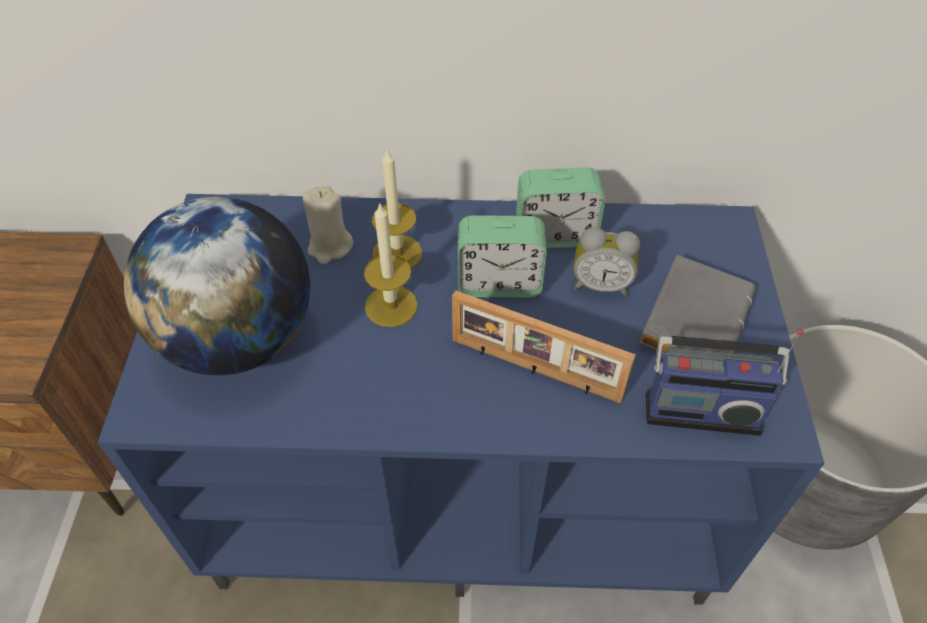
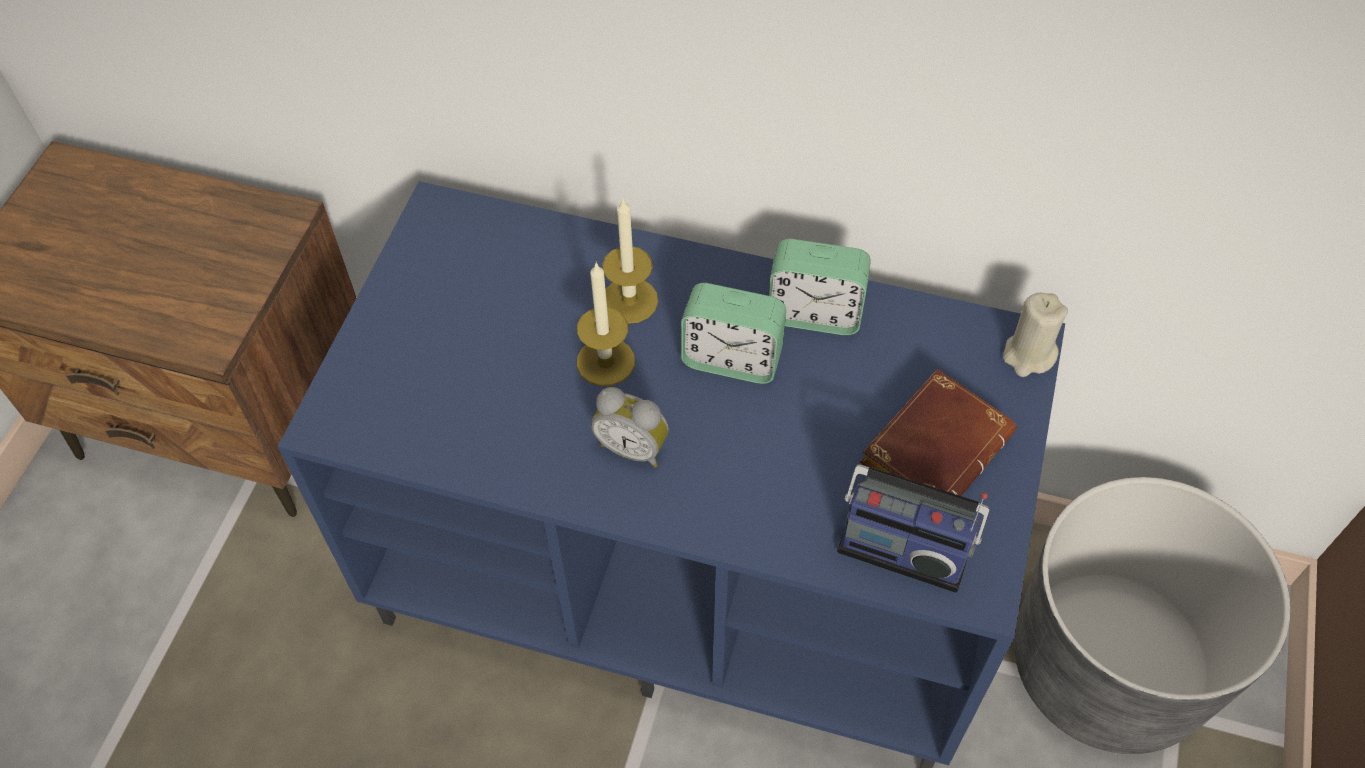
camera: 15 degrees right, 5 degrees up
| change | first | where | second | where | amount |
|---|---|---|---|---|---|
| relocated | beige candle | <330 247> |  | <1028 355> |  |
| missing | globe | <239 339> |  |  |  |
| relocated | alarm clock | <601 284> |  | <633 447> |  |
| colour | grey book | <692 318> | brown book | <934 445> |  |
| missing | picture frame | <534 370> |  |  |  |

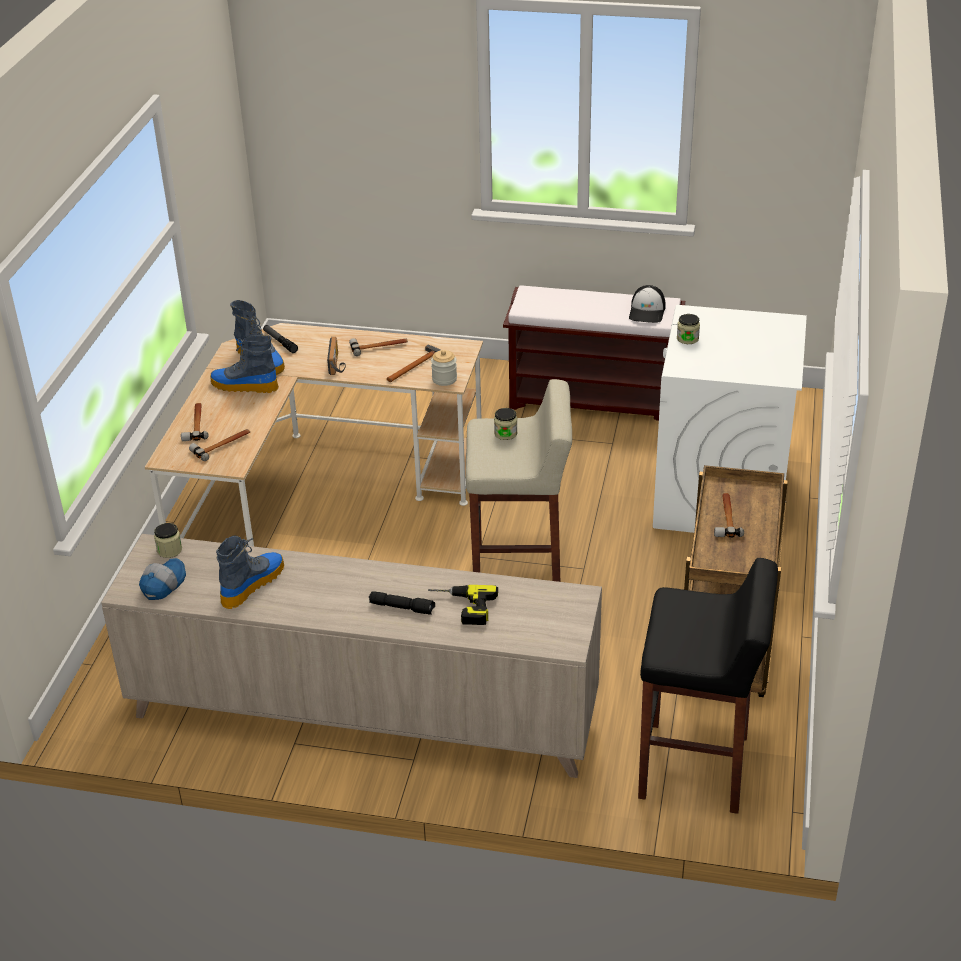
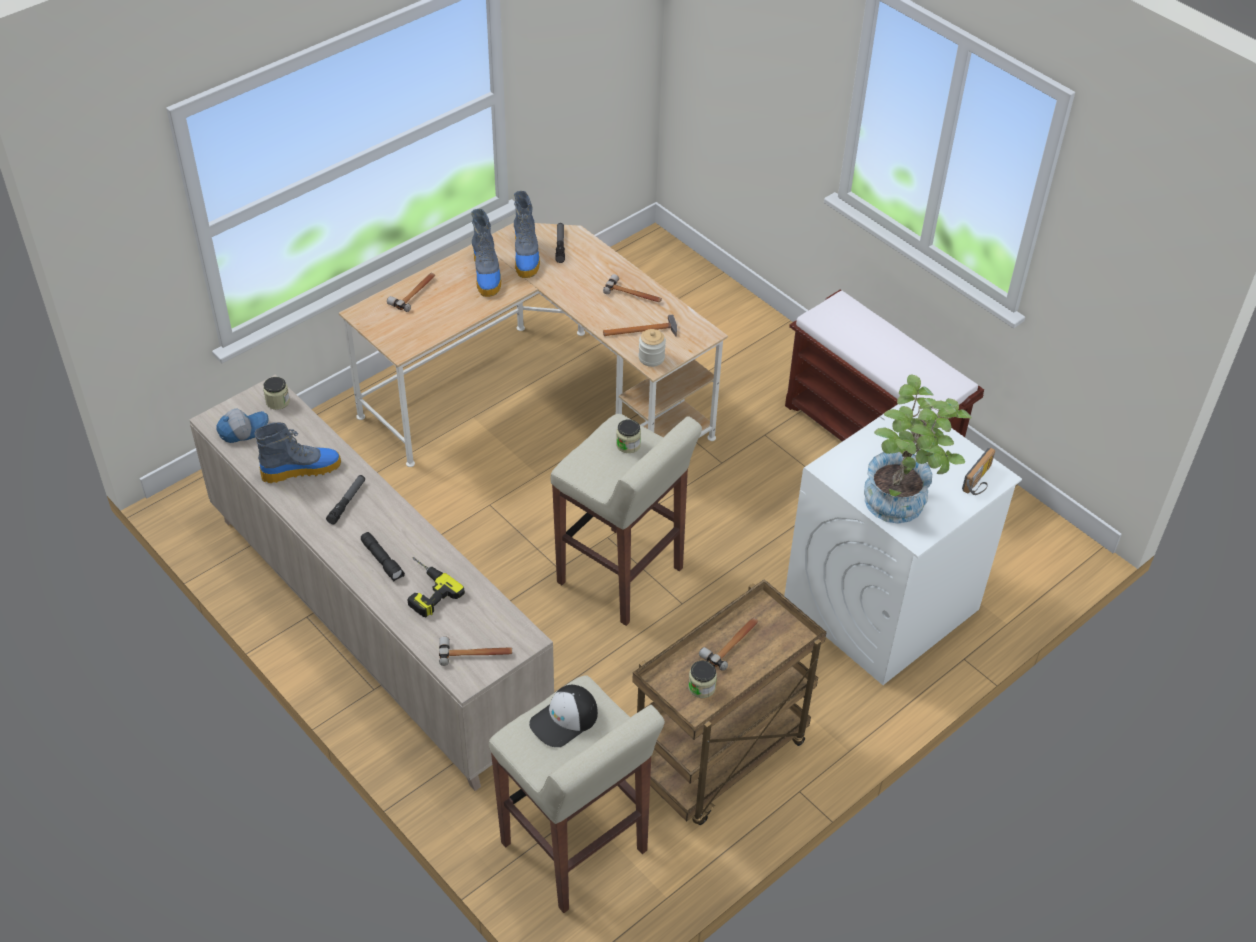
camera: 35 degrees right, 10 degrees up
| change | first | where | second | where | amount |
|---|---|---|---|---|---|
| relocated | cap | <647 311> |  | <564 720> |  |
| relocated | jar | <687 338> |  | <701 687> |  |
| spun | boot | <243 386> |  | <487 275> | 150 degrees counterclockwise |
| relocated | radio | <337 364> |  | <980 481> |  |
| relocated | hammer | <222 445> |  | <475 653> |  |
| colour | black stool | <696 768> | beige stool | <575 849> |  |
| appeared |  |  | potted plant | <903 505> |  |
| appeared |  |  | flashlight | <347 502> |  |

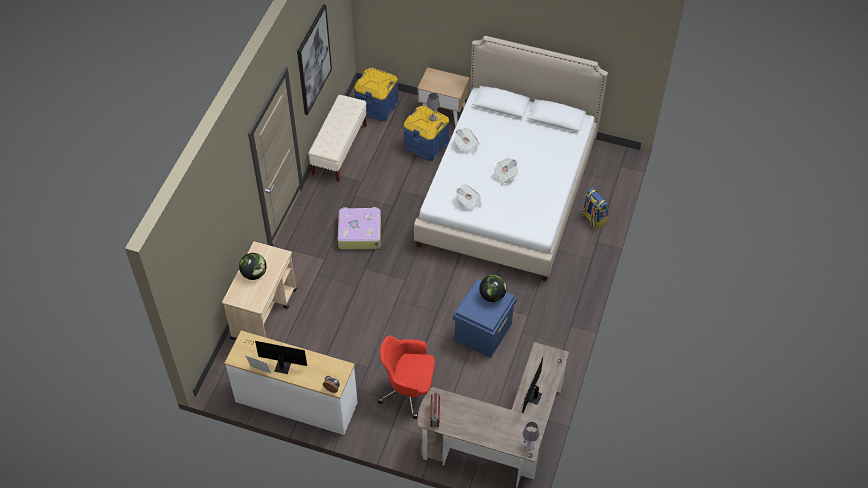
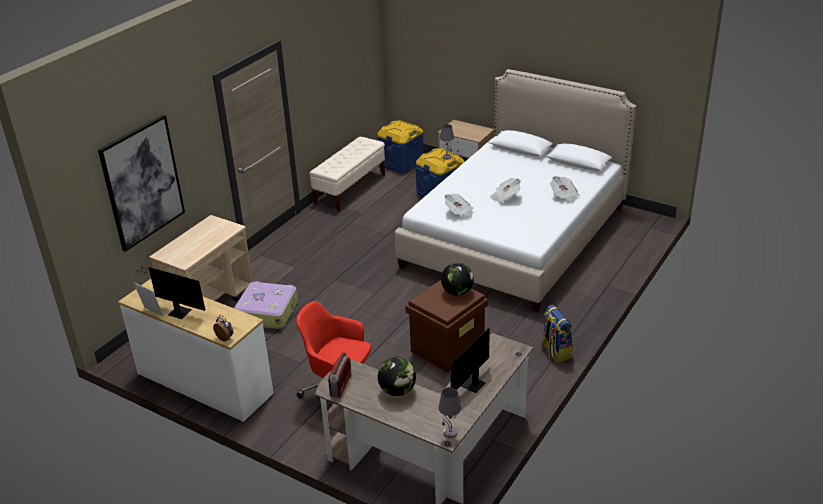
camera: 15 degrees right, 20 degrees down
| change | first | where | second | where | amount |
|---|---|---|---|---|---|
| relocated | picture | <313 60> |  | <142 182> |  |
| relocated | newspaper | <467 146> |  | <564 196> |  |
| relocated | backpack | <593 218> |  | <555 351> |  |
| relocated | suitcase | <359 232> |  | <267 312> |  |
| relocated | globe | <254 274> |  | <397 390> |  |
| colour | blue storage box | <483 331> | brown storage box | <447 348> |  |

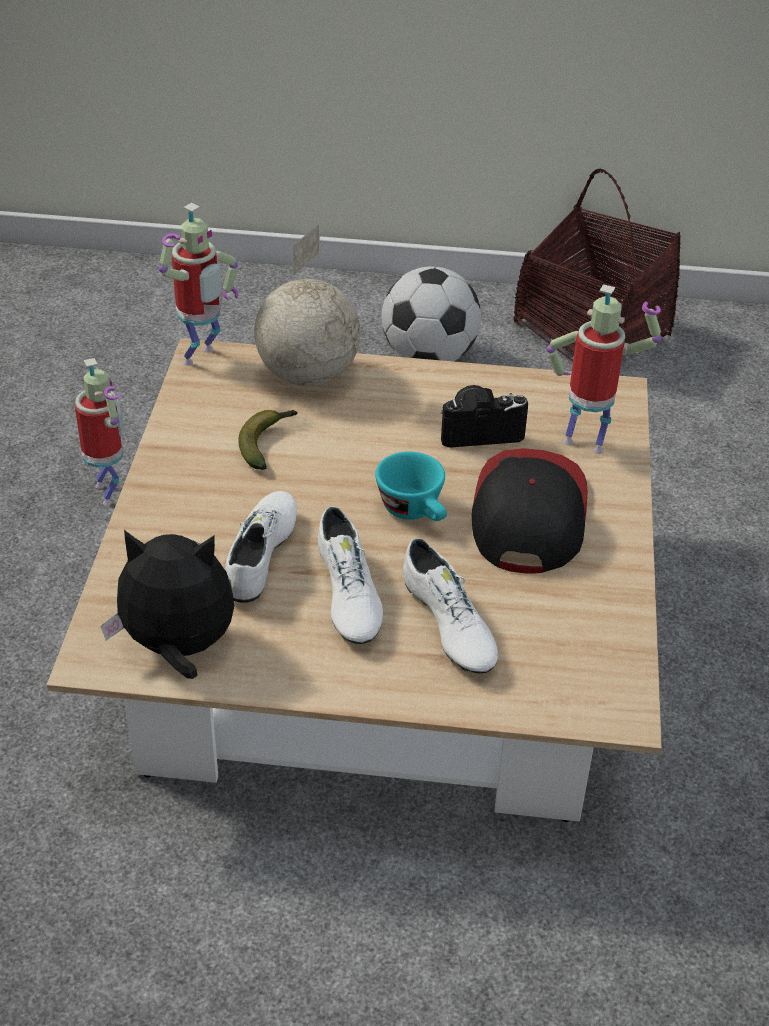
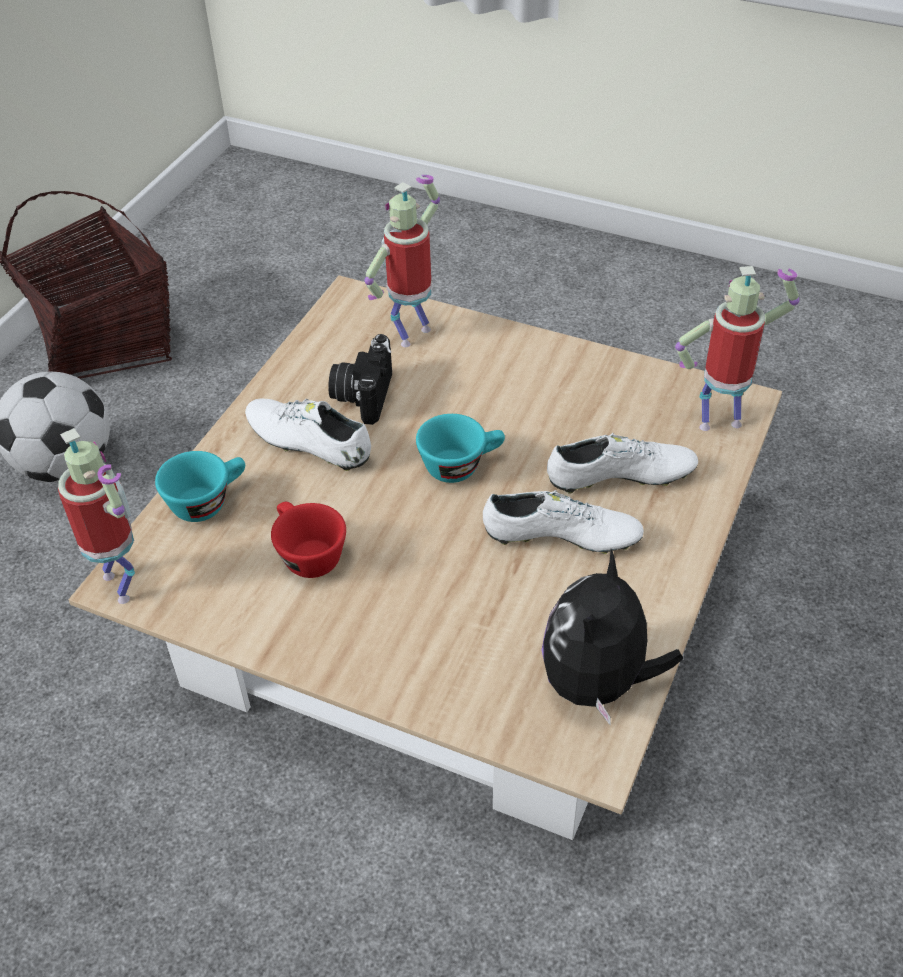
camera: 70 degrees left, 5 degrees up
| change | first | where | second | where | amount |
|---|---|---|---|---|---|
| exchanged | globe | <306 376> | turquoise cup | <207 501> |  |
| relocated | toy robot | <109 493> |  | <720 421> |  |
| exchanged | banana | <267 443> | red cup | <306 554> |  |
| missing | cap | <527 515> |  |  |  |
| relocated | white shoe | <261 557> |  | <309 443> |  |

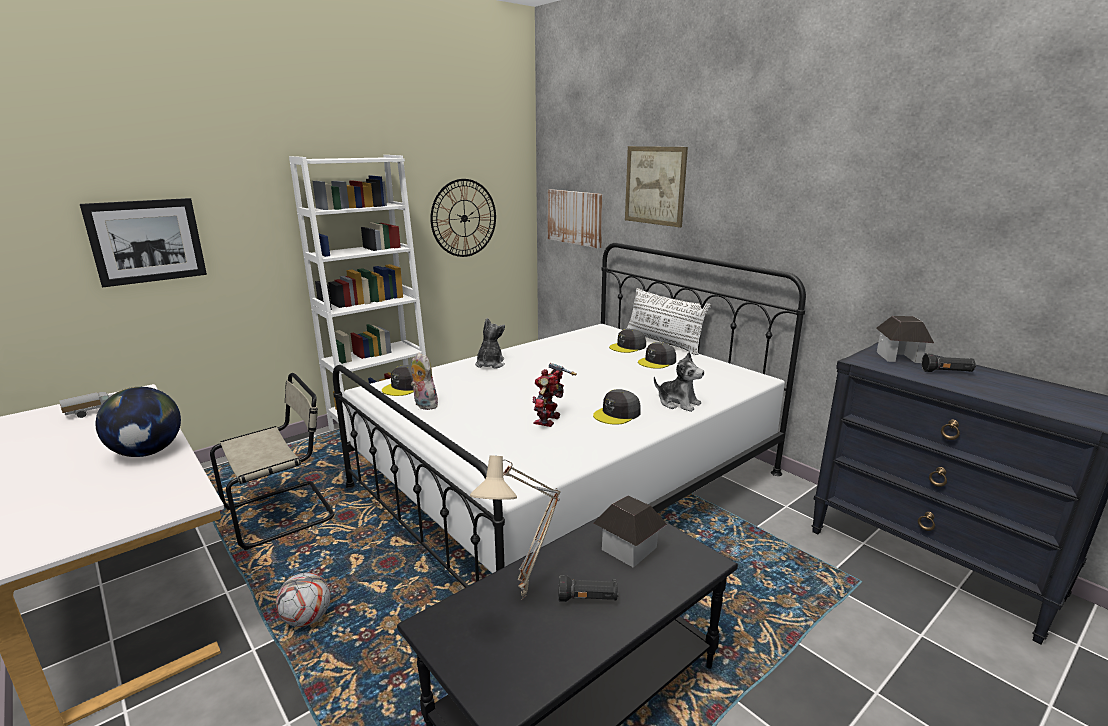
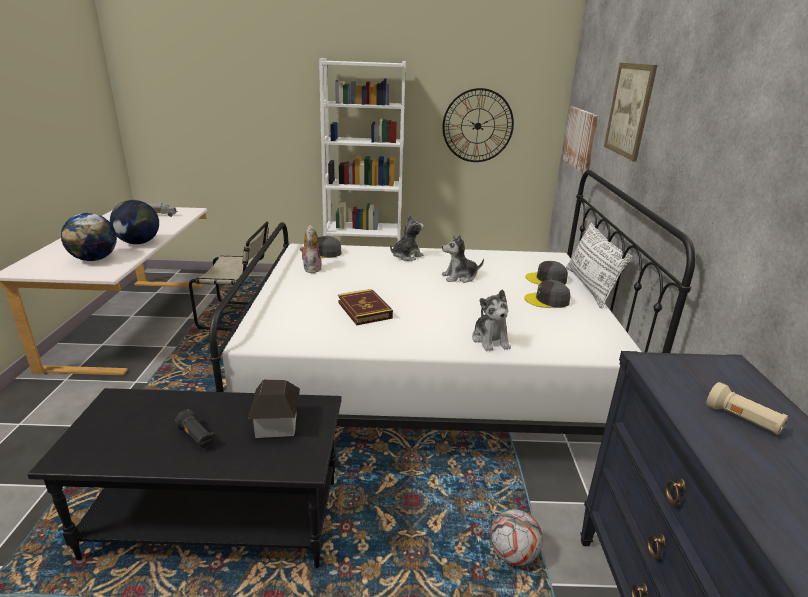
camera: 40 degrees right, 5 degrees up
| change | first | where | second | where | amount |
|---|---|---|---|---|---|
| missing | picture | <147 241> |  |  |  |
| missing | toy house | <899 357> |  |  |  |
| colour | black flashlight | <946 372> | beige flashlight | <742 420> |  |
| exchanged | toy robot | <549 420> | book | <364 310> |  |
| missing | grey cap | <617 414> |  |  |  |
| missing | beige table lamp | <526 599> |  |  |  |
| relocated | football | <307 619> |  | <513 554> |  |
| appeared |  |  | globe | <94 259> |  |
| appeared |  |  | plush toy | <460 277> |  |

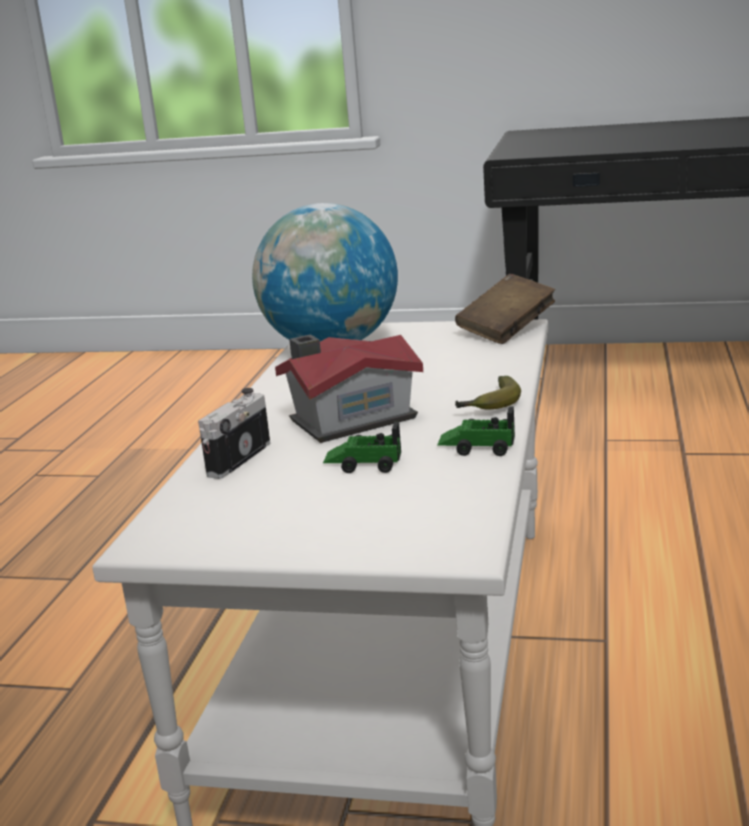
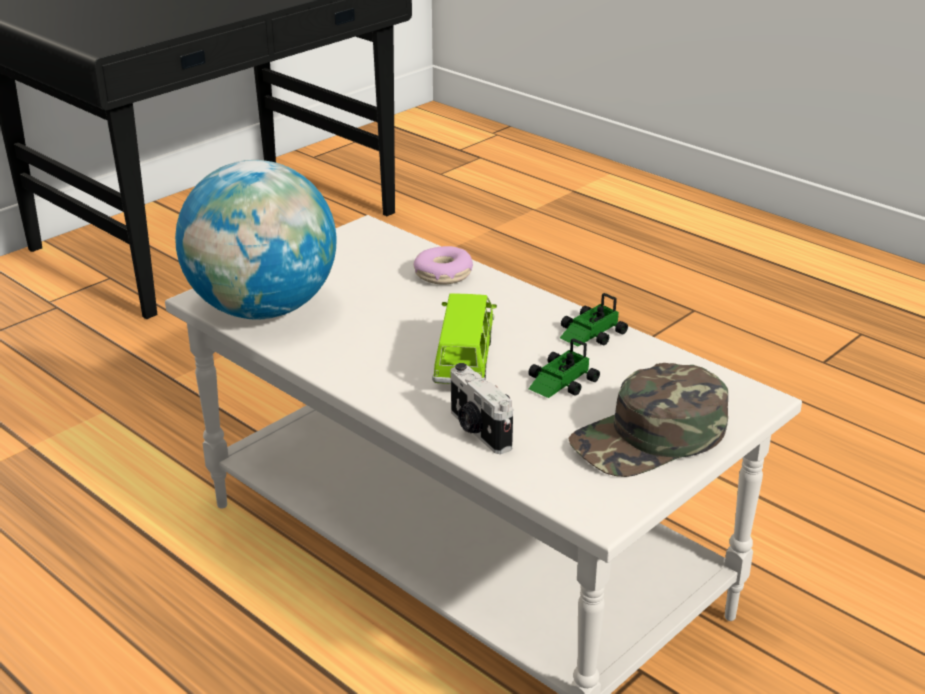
camera: 60 degrees left, 10 degrees up
| change | first | where | second | where | amount |
|---|---|---|---|---|---|
| missing | brown book | <506 330> |  |  |  |
| exchanged | toy house | <348 419> | green toy car | <464 360> |  |
| missing | banana | <491 405> |  |  |  |
| appeared |  |  | donut | <443 275> |  |
| appeared |  |  | green cap | <650 438> |  |

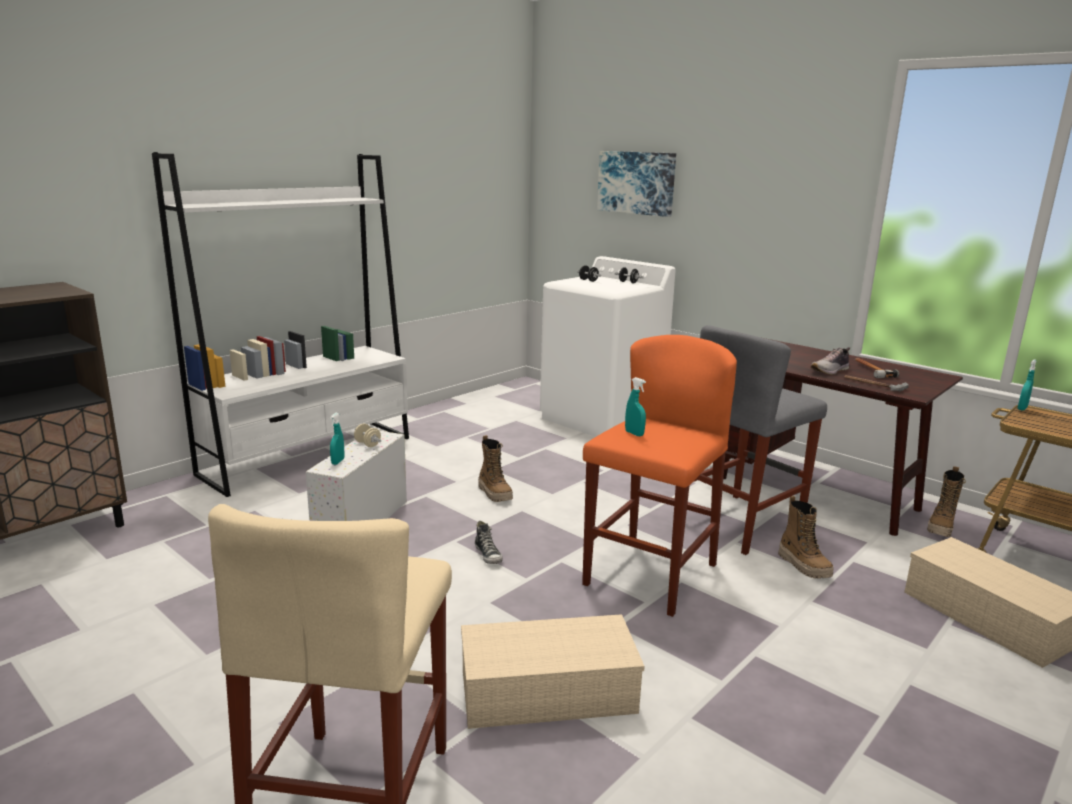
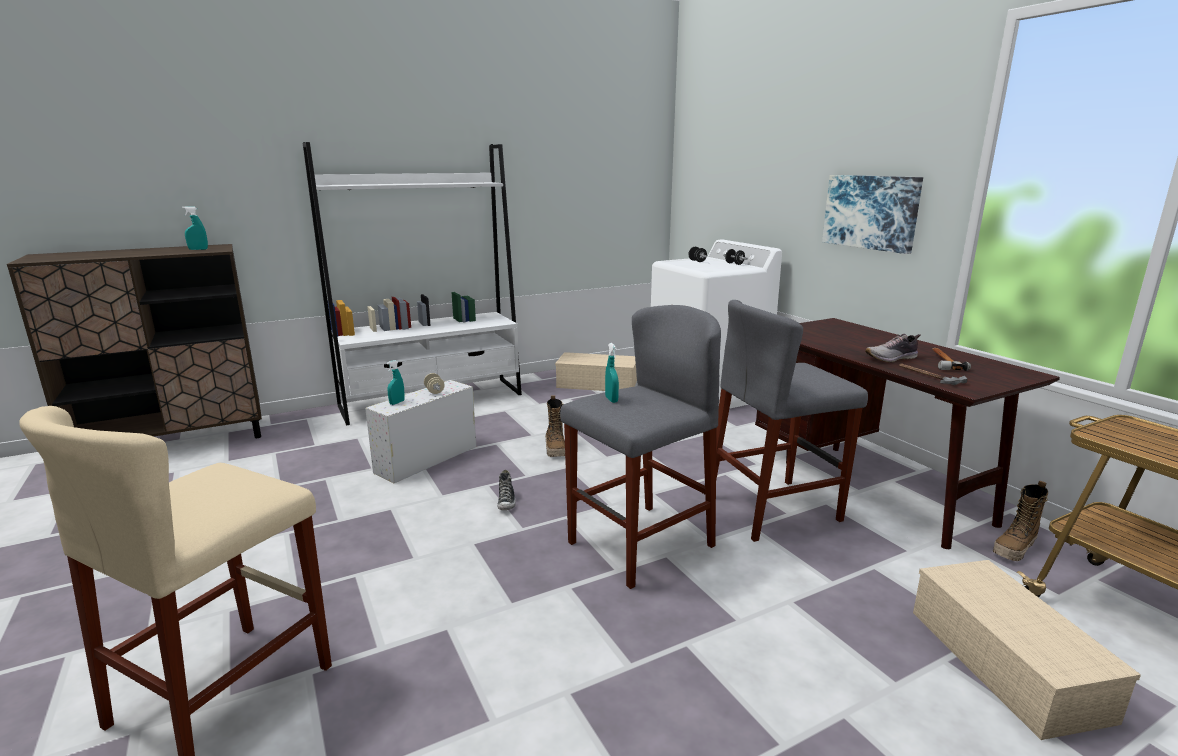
camera: 20 degrees right, 0 degrees up
| change | first | where | second | where | amount |
|---|---|---|---|---|---|
| relocated | picture | <636 183> |  | <871 212> |  |
| colour | orange stool | <650 574> | grey stool | <640 544> |  |
| relocated | turquoise spray bottle | <1022 408> |  | <198 249> |  |
| missing | boot | <804 566> |  |  |  |
| relocated | beige storage box | <550 690> |  | <598 383> |  |

